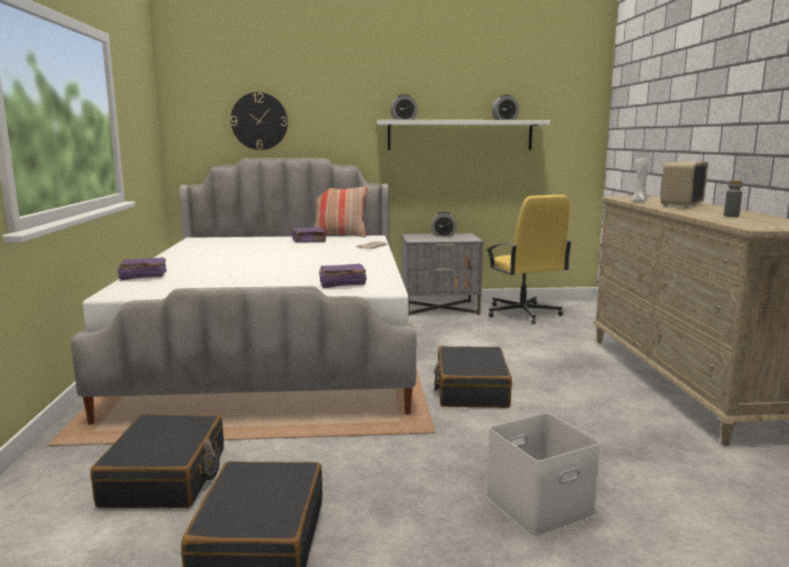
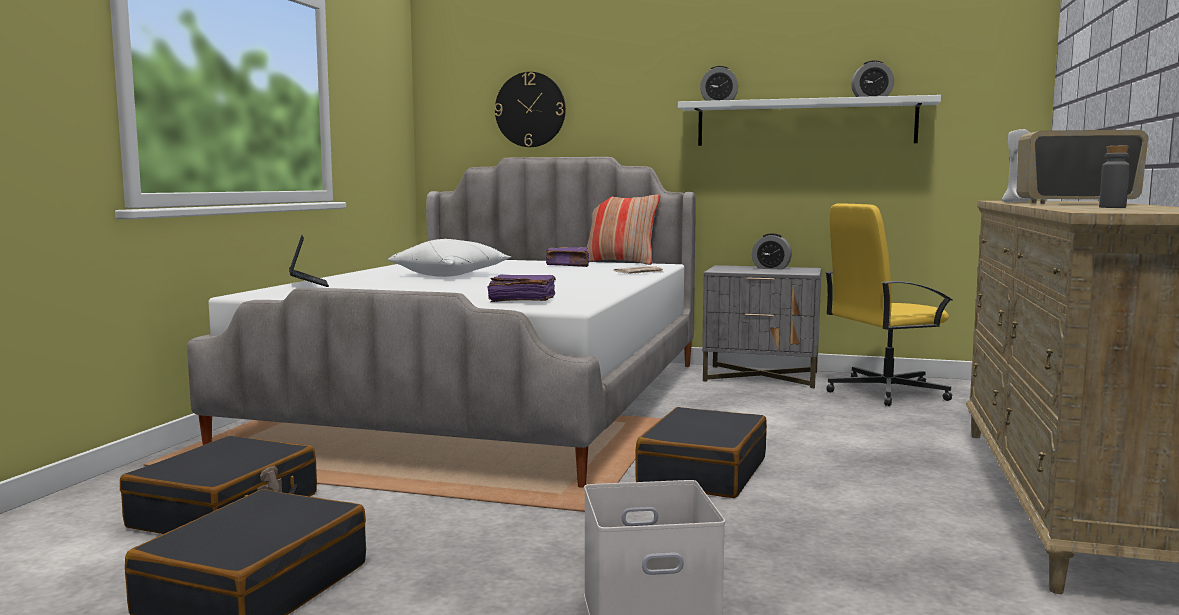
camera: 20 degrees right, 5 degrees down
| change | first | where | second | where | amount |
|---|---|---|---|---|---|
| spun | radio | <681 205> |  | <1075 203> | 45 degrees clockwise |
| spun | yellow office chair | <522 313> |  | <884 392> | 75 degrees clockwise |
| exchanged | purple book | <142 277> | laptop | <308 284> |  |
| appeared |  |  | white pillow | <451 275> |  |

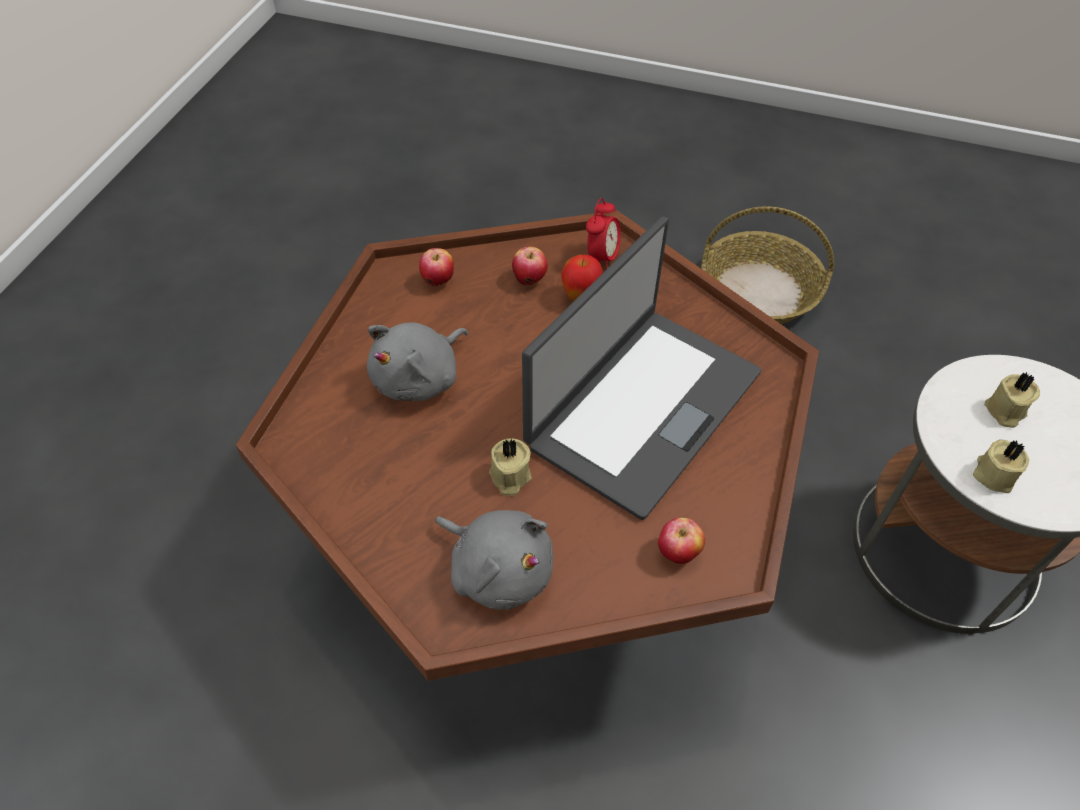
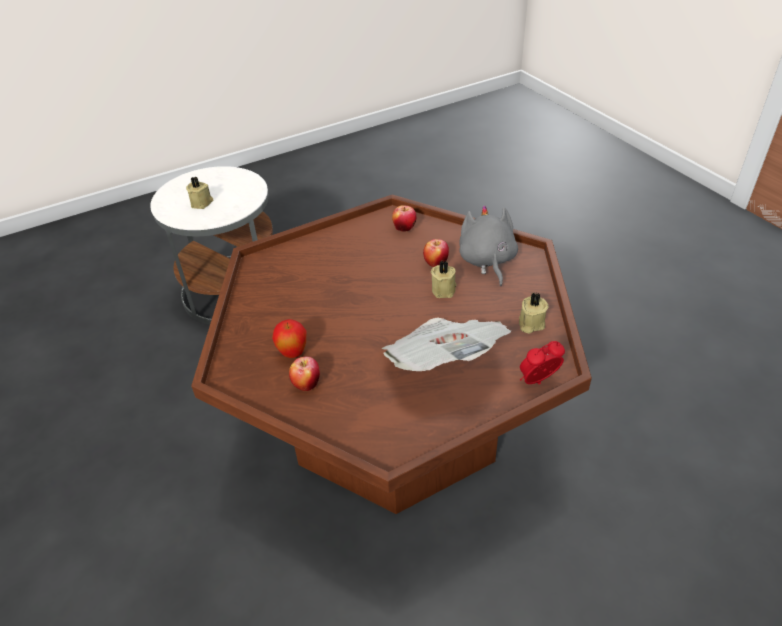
camera: 135 degrees left, 10 degrees down
| change | first | where | second | where | amount |
|---|---|---|---|---|---|
| relocated | alarm clock | <602 258> |  | <538 382> |  |
| missing | basket | <759 291> |  |  |  |
| missing | laptop | <641 407> |  |  |  |
| relocated | apple | <438 282> |  | <436 263> |  |
| exchanged | grey plush toy | <420 378> | newspaper | <442 363> |  |
| relocated | beige candle | <993 474> |  | <530 324> |  |

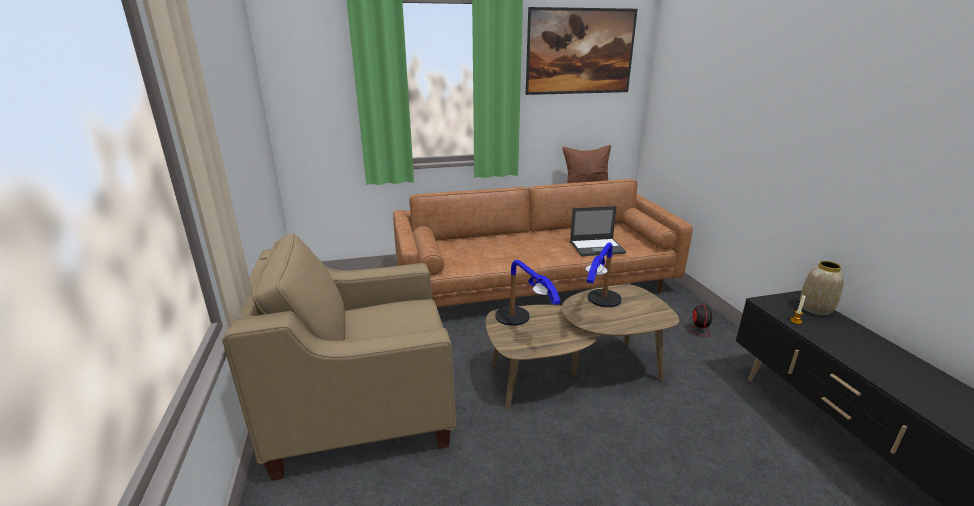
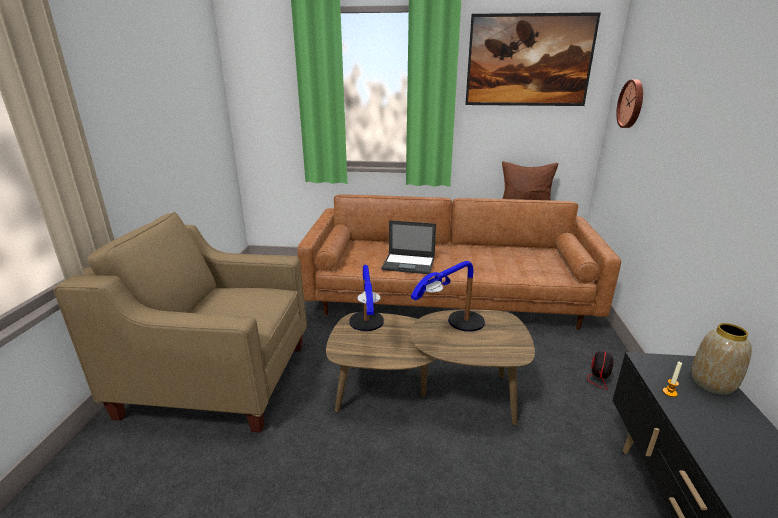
camera: 20 degrees right, 0 degrees up
| change | first | where | second | where | amount |
|---|---|---|---|---|---|
| relocated | laptop | <597 247> |  | <409 264> |  |
| appeared |  |  | wall clock | <632 104> |  |

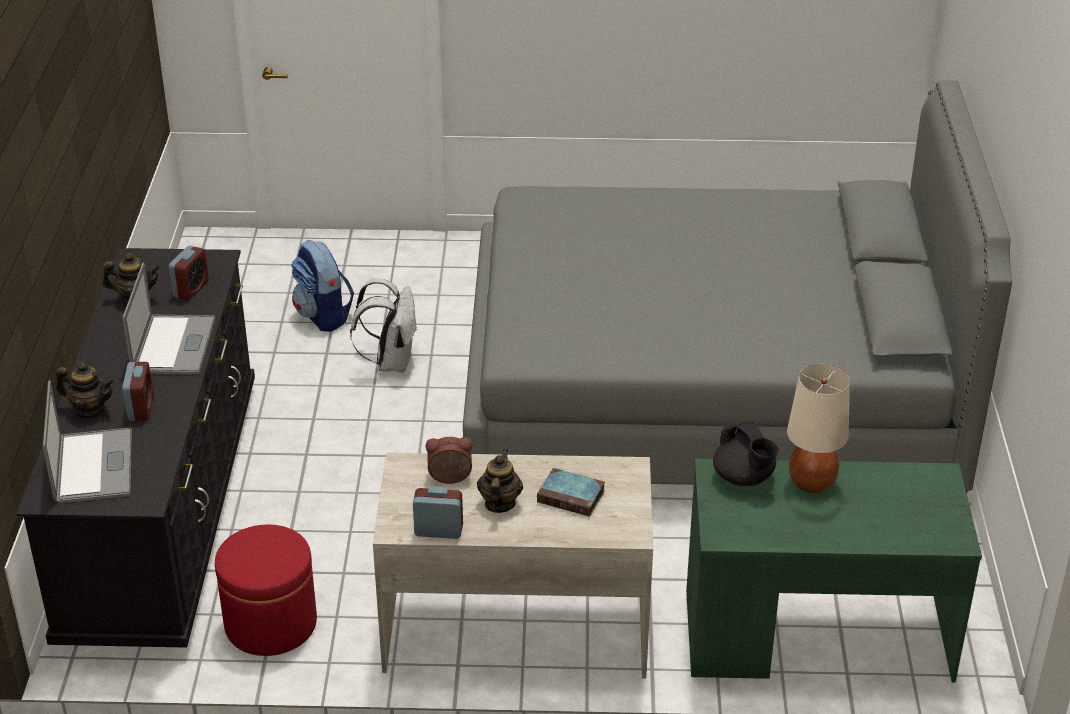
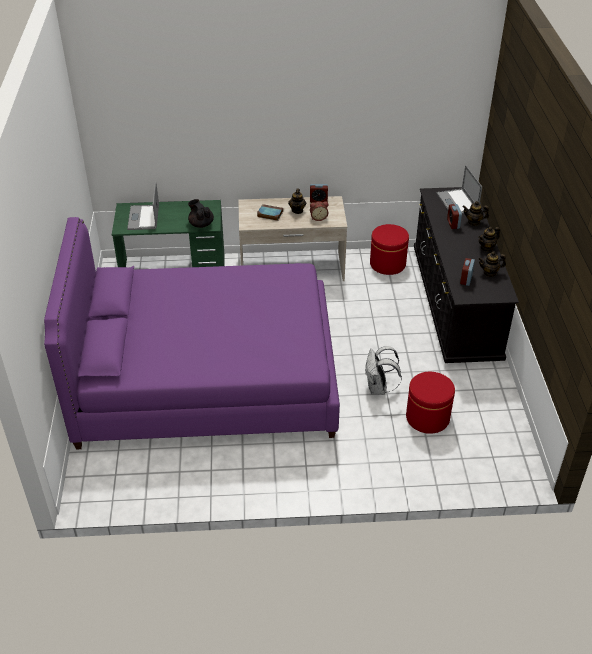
camera: 175 degrees right, 5 degrees up
| change | first | where | second | where | amount |
|---|---|---|---|---|---|
| colour | grey bed | <708 395> | purple bed | <207 378> |  |
| exchanged | backpack | <323 316> | red ottoman | <427 417> |  |
| relocated | laptop | <173 345> |  | <143 217> |  |
| missing | beige table lamp | <812 482> |  |  |  |
| appeared |  |  | teapot | <487 248> |  |

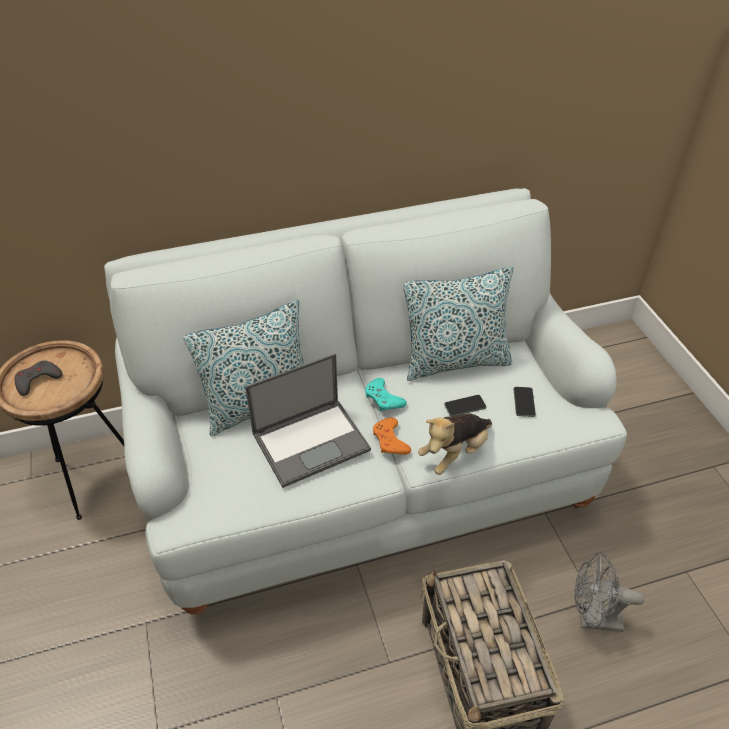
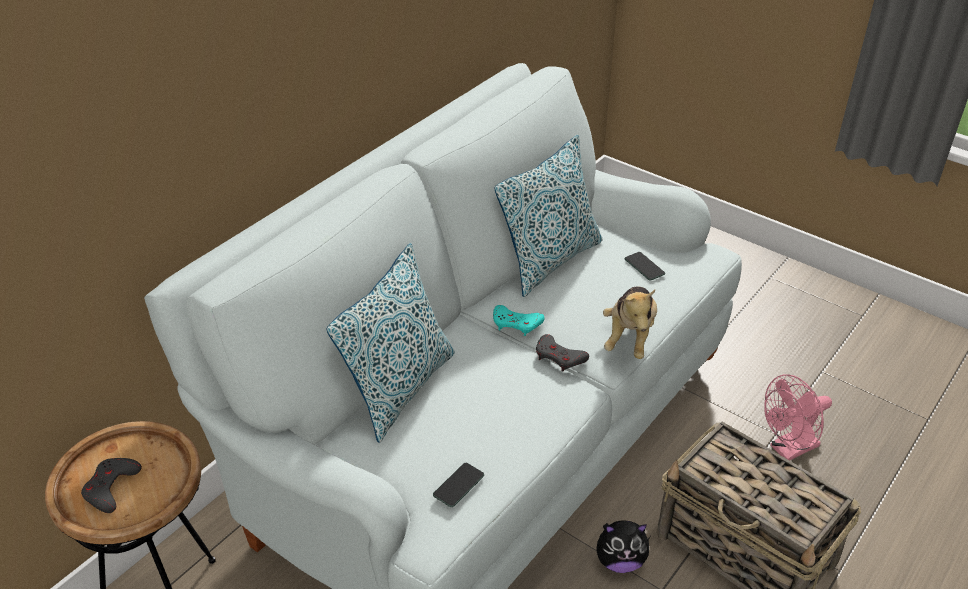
camera: 35 degrees left, 5 degrees down
| change | first | where | second | where | amount |
|---|---|---|---|---|---|
| missing | laptop | <312 441> |  |  |  |
| relocated | phone | <465 406> |  | <458 485> |  |
| colour | orange game controller | <390 440> | grey game controller | <559 357> |  |
| colour | grey fan | <592 619> | pink fan | <789 449> |  |
| appeared |  |  | plush toy | <620 561> |  |

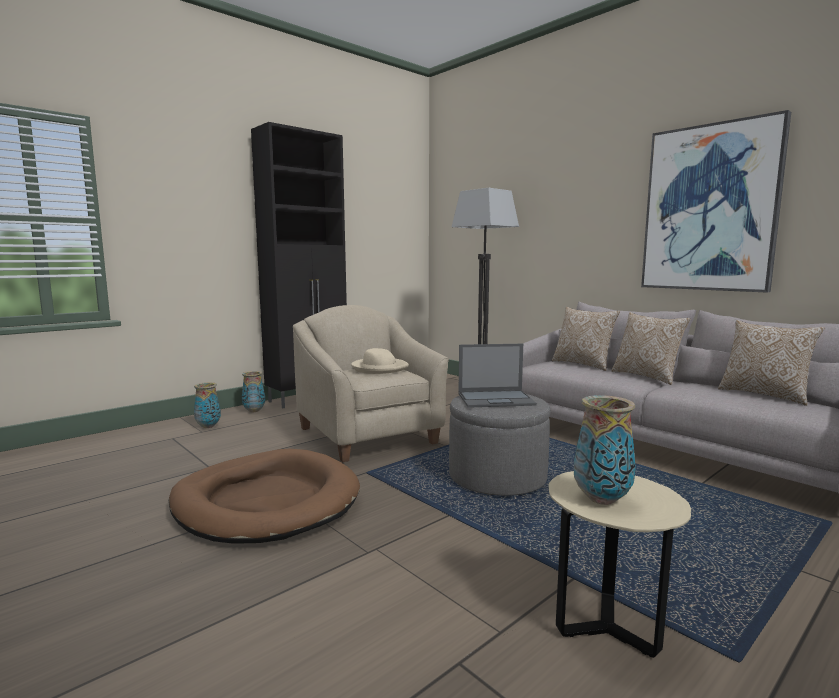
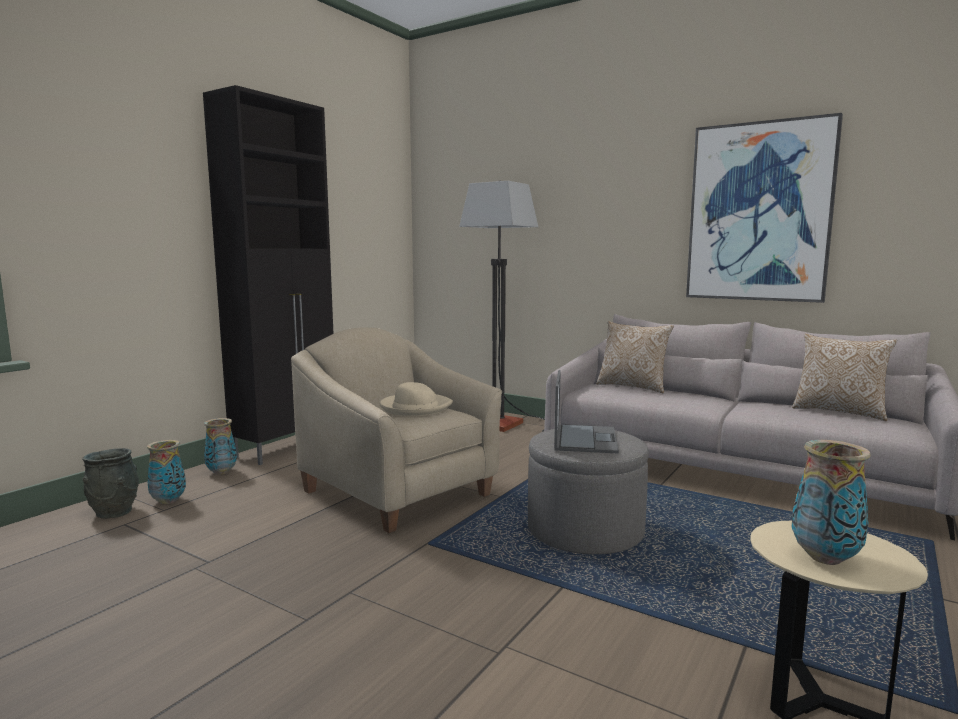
camera: 15 degrees left, 0 degrees up
| change | first | where | second | where | amount |
|---|---|---|---|---|---|
| missing | pillow | <647 376> |  |  |  |
| spun | laptop | <496 399> |  | <584 439> | 60 degrees counterclockwise |
| missing | brown dog bed | <266 502> |  |  |  |
| appeared |  |  | grey vase | <115 512> |  |

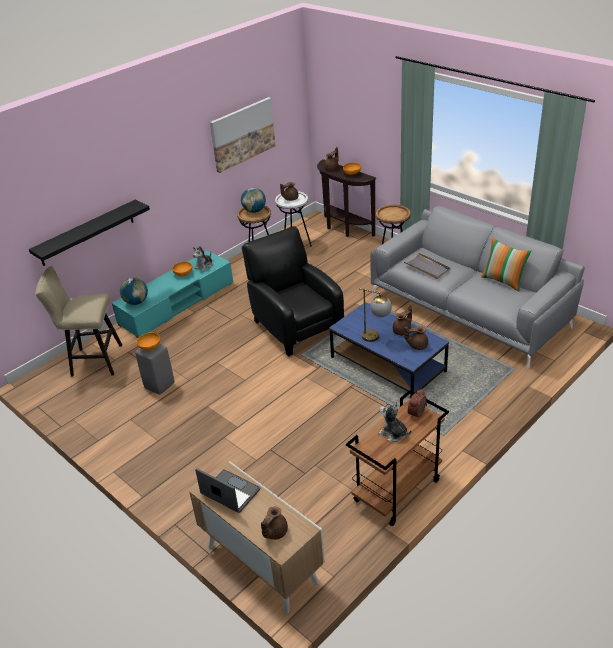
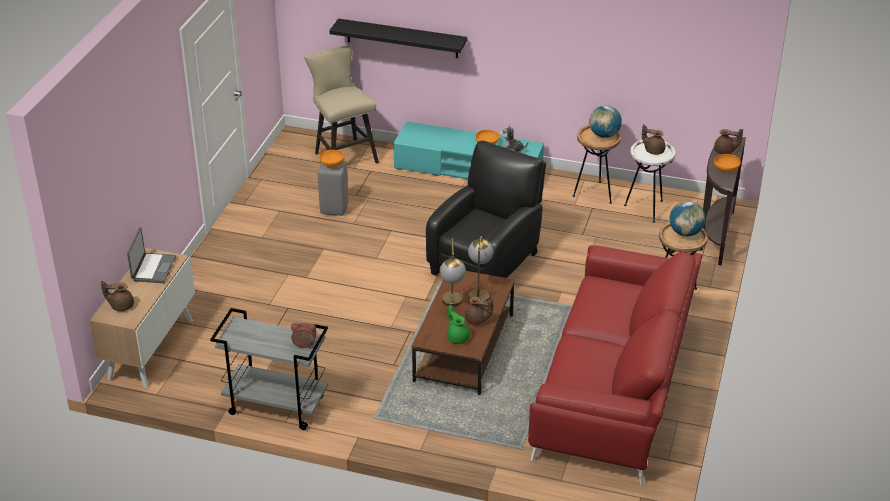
camera: 60 degrees right, 0 degrees up
| change | first | where | second | where | amount |
|---|---|---|---|---|---|
| missing | picture | <242 134> |  |  |  |
| colour | grey sofa | <470 309> | red sofa | <615 386> |  |
| missing | pillow | <503 281> |  |  |  |
| missing | grey tray | <427 267> |  |  |  |
| relocated | globe | <136 302> |  | <685 233> |  |
| colour | blue coffee table | <388 365> | brown coffee table | <464 348> |  |
| colour | brown teapot | <417 345> | green teapot | <457 337> |  |
| colour | brown cart | <397 492> | grey cart | <275 406> |  |
| missing | plush toy | <393 433> |  |  |  |
| appeared |  |  | table lamp | <479 292> |  |

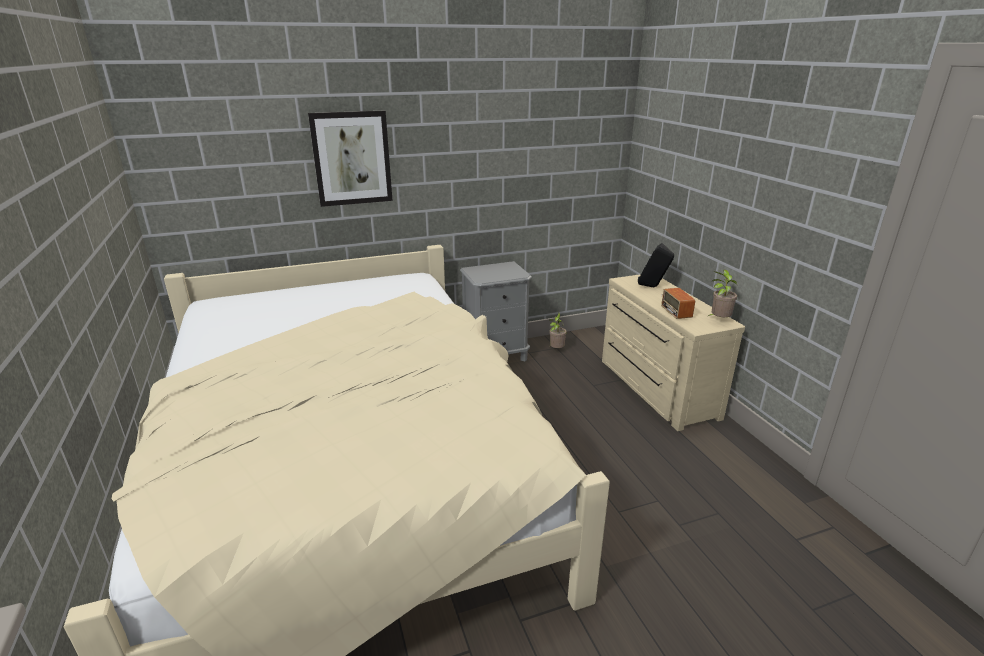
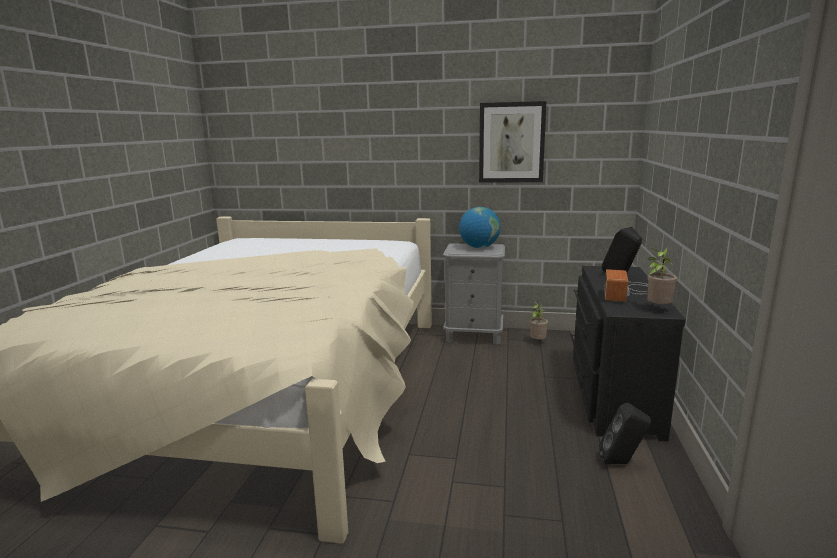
camera: 30 degrees right, 10 degrees down
| change | first | where | second | where | amount |
|---|---|---|---|---|---|
| relocated | picture | <352 158> |  | <511 142> |  |
| colour | beige dresser | <654 388> | black dresser | <611 394> |  |
| appeared |  |  | globe | <479 247> |  |
| appeared |  |  | black speaker | <622 463> |  |

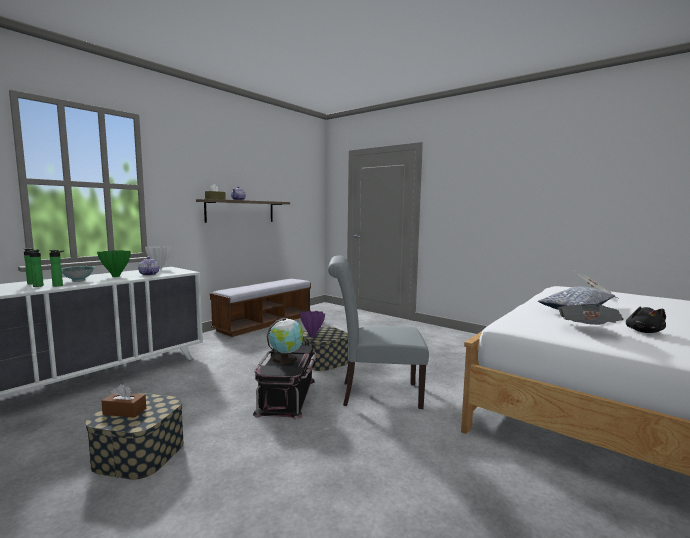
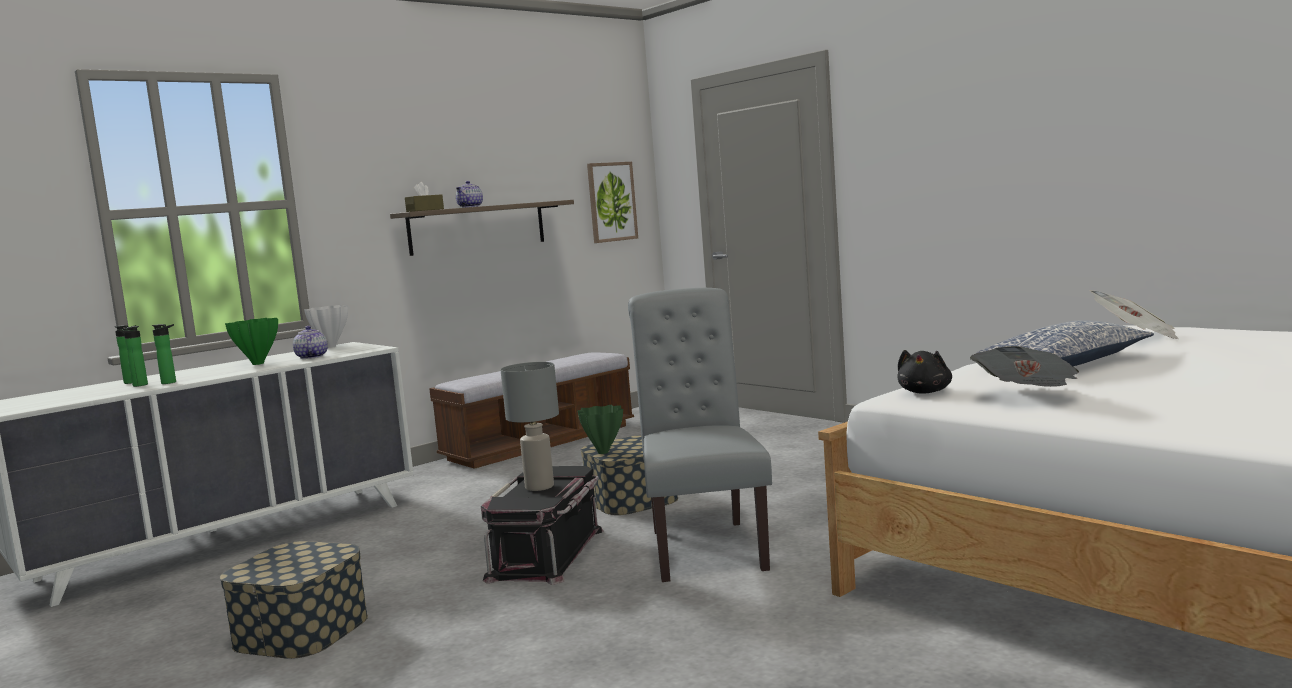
camera: 10 degrees right, 0 degrees up
| change | first | where | second | where | amount |
|---|---|---|---|---|---|
| spun | grey chair | <374 394> |  | <704 546> | 75 degrees clockwise |
| missing | bowl | <78 281> |  |  |  |
| relocated | black plush toy | <644 331> |  | <925 392> |  |
| colour | purple vase | <312 336> | green vase | <603 452> |  |
| exchanged | globe | <286 358> | grey table lamp | <540 486> |  |
| missing | brown tissue box | <124 411> |  |  |  |
| appeared |  |  | picture | <611 202> |  |

